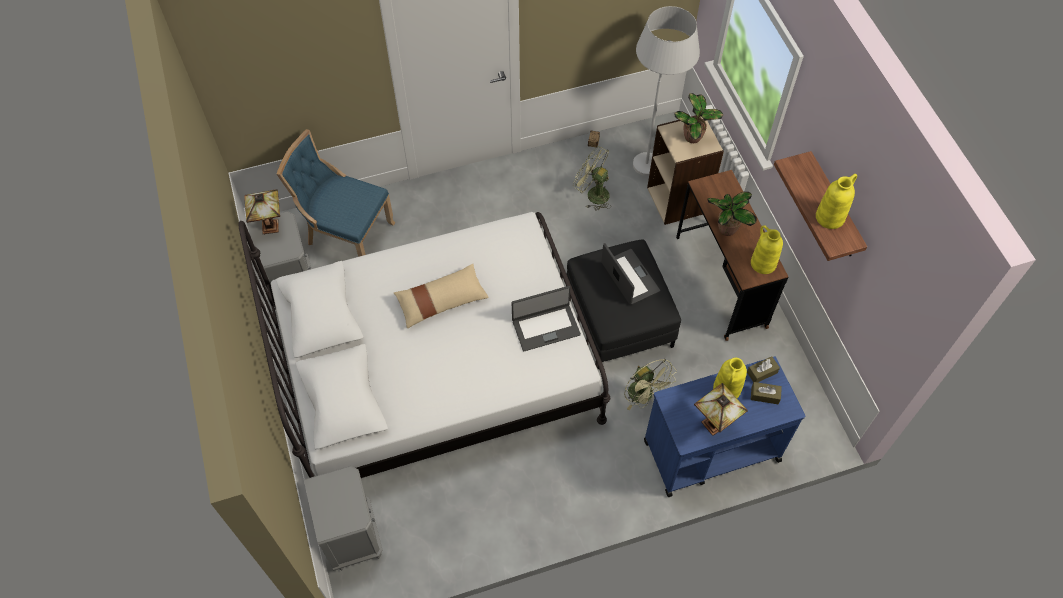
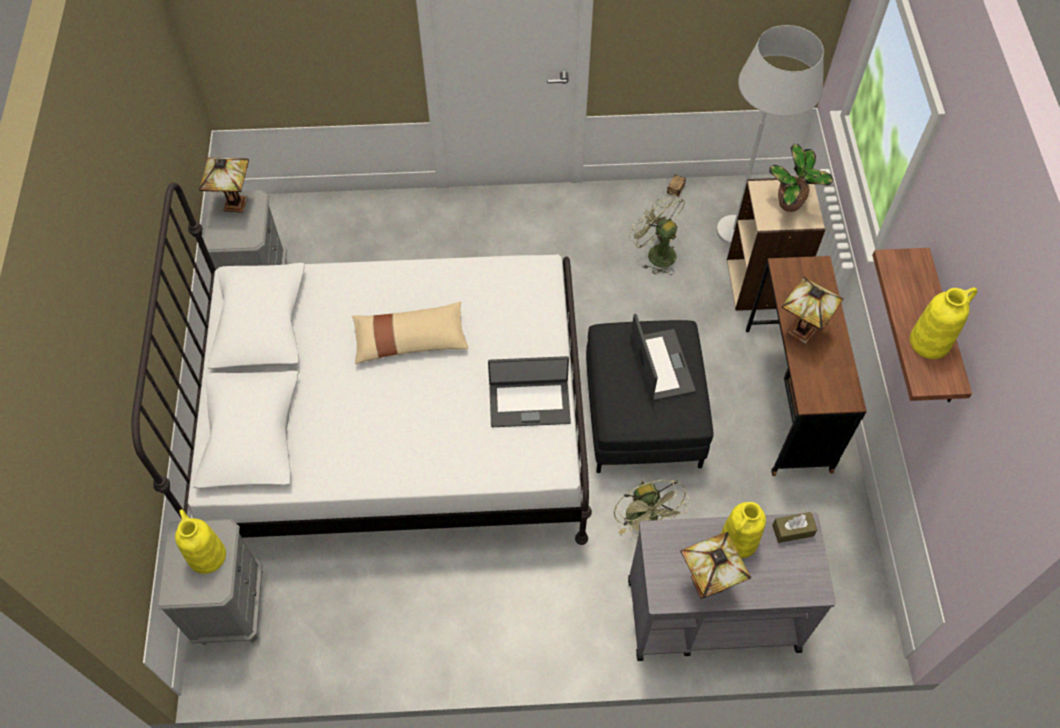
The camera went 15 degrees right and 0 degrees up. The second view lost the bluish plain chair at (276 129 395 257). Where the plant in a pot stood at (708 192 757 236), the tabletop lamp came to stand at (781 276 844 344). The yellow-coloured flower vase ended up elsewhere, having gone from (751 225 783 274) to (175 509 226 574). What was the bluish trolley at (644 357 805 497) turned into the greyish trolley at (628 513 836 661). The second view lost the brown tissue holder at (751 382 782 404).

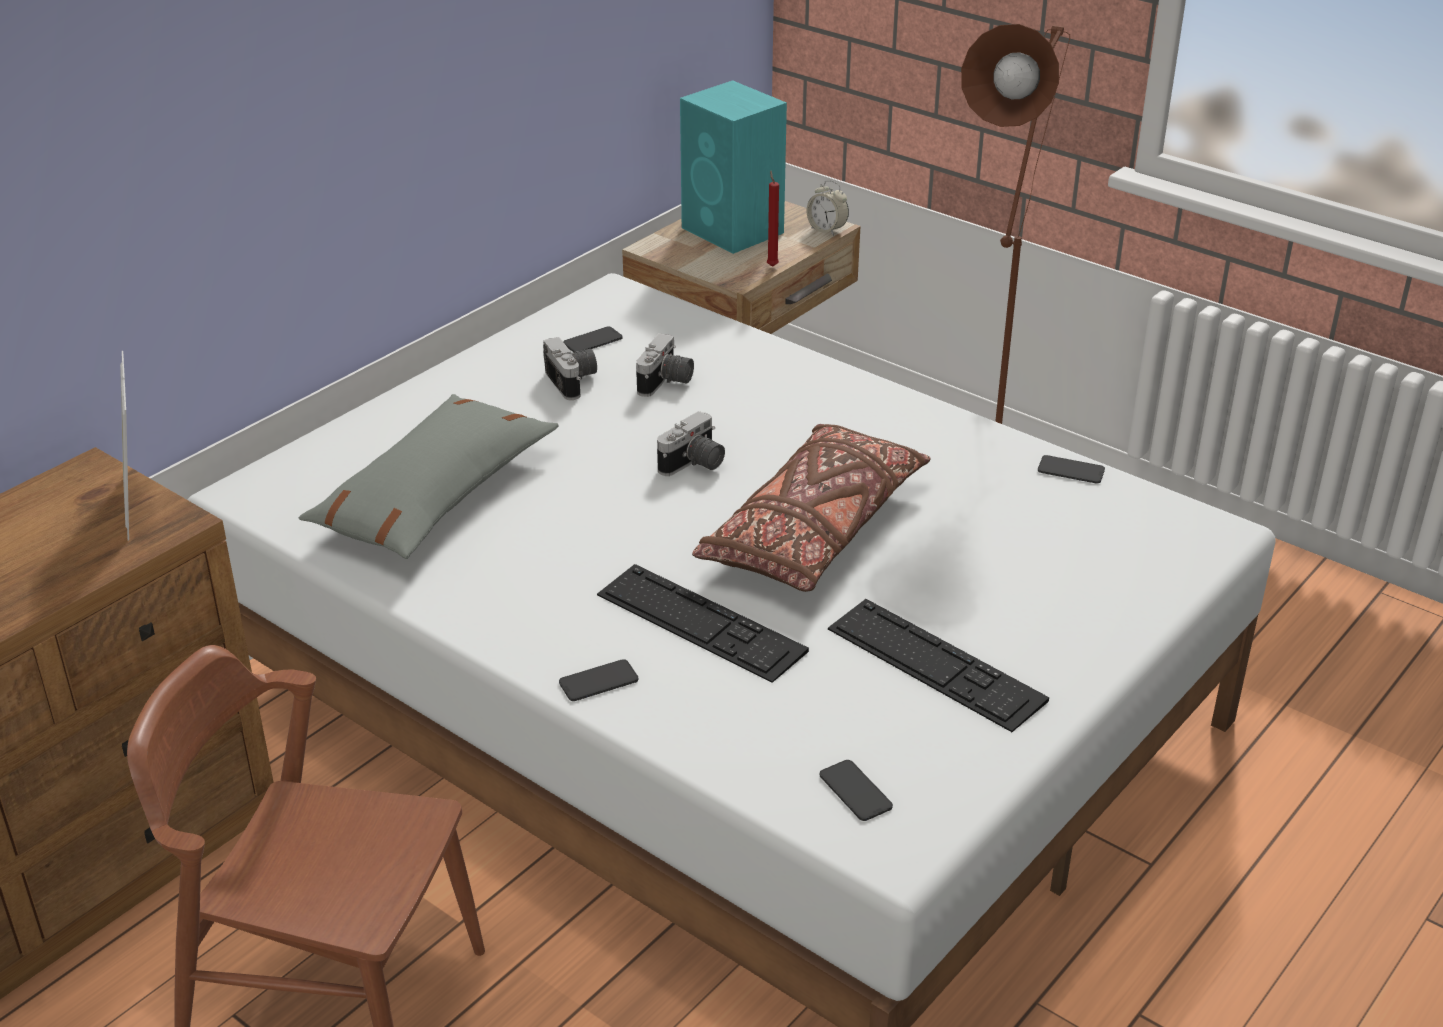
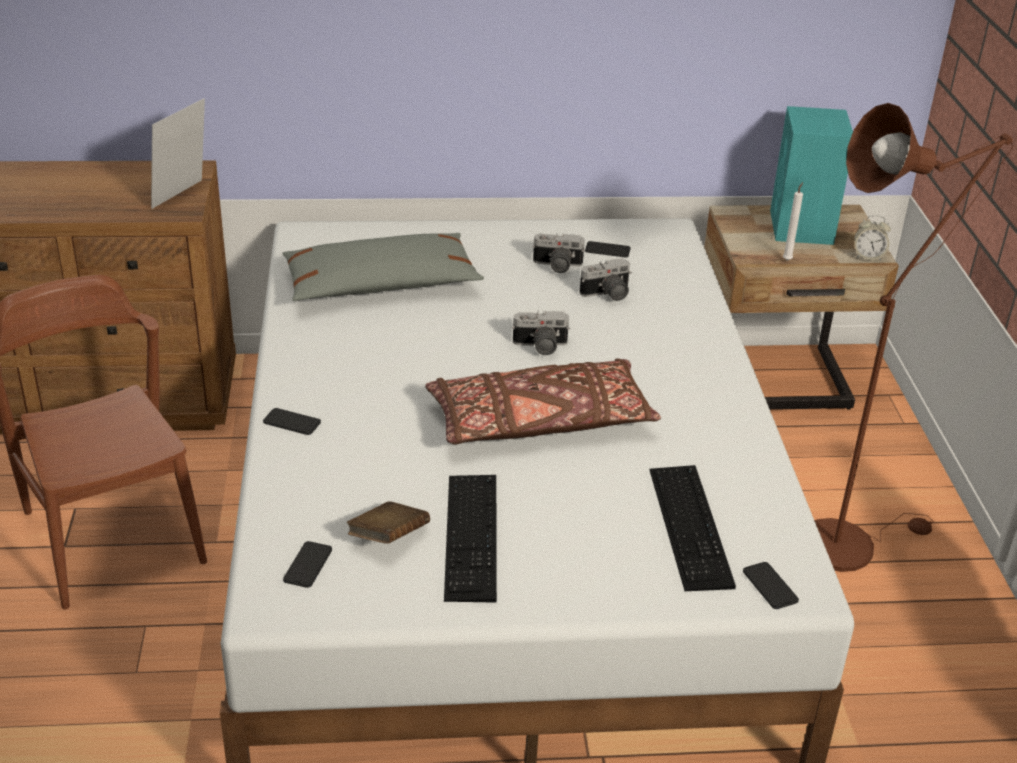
The camera went 45 degrees right and 0 degrees up. What was the red-coloured wax light at (767 170 779 267) turned into the white wax light at (783 182 803 261). The bedside clock at (806 180 849 236) ended up facing another way, 75 degrees counterclockwise from before. The photo camera at (543 337 597 400) ended up facing another way, 75 degrees clockwise from before. The phone ended up elsewhere, having gone from (1038 455 1105 484) to (743 562 799 609). The PC keyboard ended up elsewhere, having gone from (597 564 809 683) to (649 465 736 591). The second view gained the brown book at (347 501 430 544).

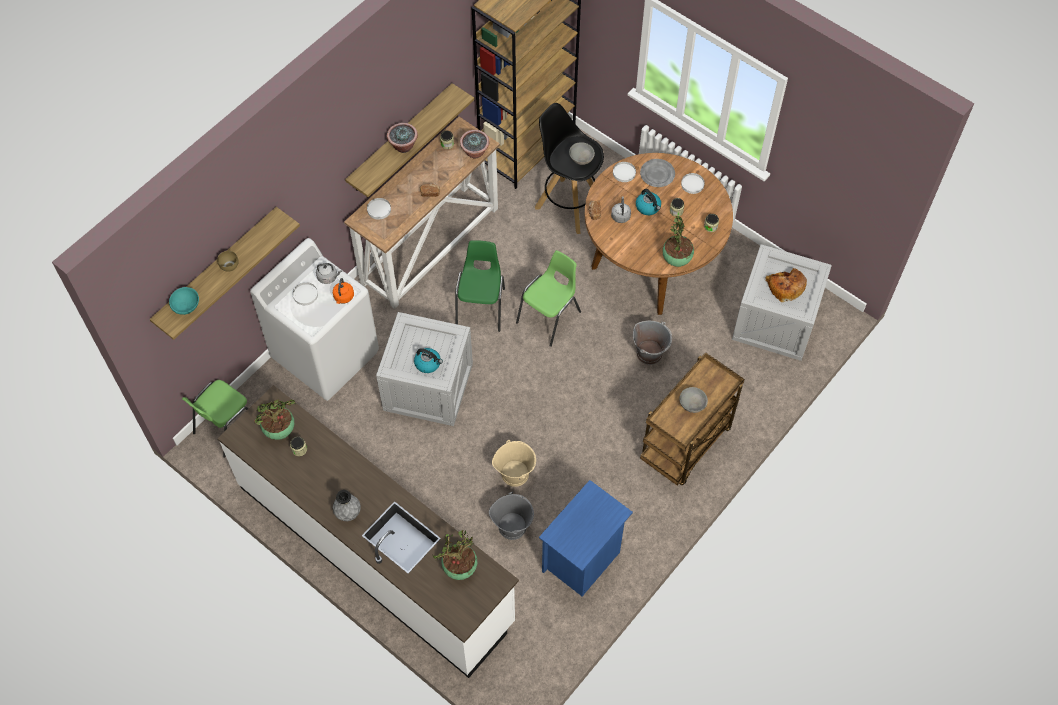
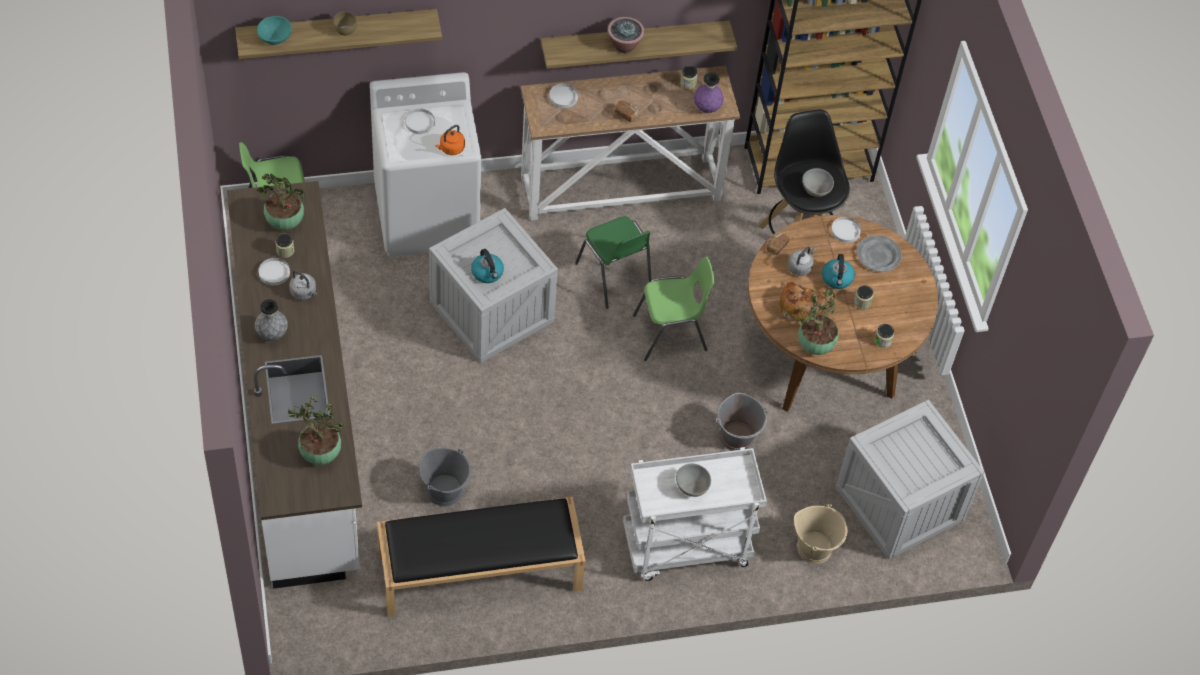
The camera went 35 degrees right and 5 degrees down. Where the plant in a pot stood at (460 130 489 159), the purple flower vase came to stand at (694 72 724 113). The white dinner plate ended up elsewhere, having gone from (681 173 705 194) to (259 258 290 285). The green-coloured plain chair at (455 240 505 332) ended up facing another way, 105 degrees clockwise from before. The greyish tea kettle ended up elsewhere, having gone from (316 263 342 284) to (289 270 317 300). The bread ended up elsewhere, having gone from (765 268 807 302) to (780 281 827 321). What was the brown trolley at (640 352 745 486) turned into the white trolley at (623 447 767 581). The sand-coloured water bucket ended up elsewhere, having gone from (492 440 536 487) to (794 504 847 564). Where the bluish nightstand stood at (539 480 633 596), the blackish indoor bench came to stand at (377 497 586 617).

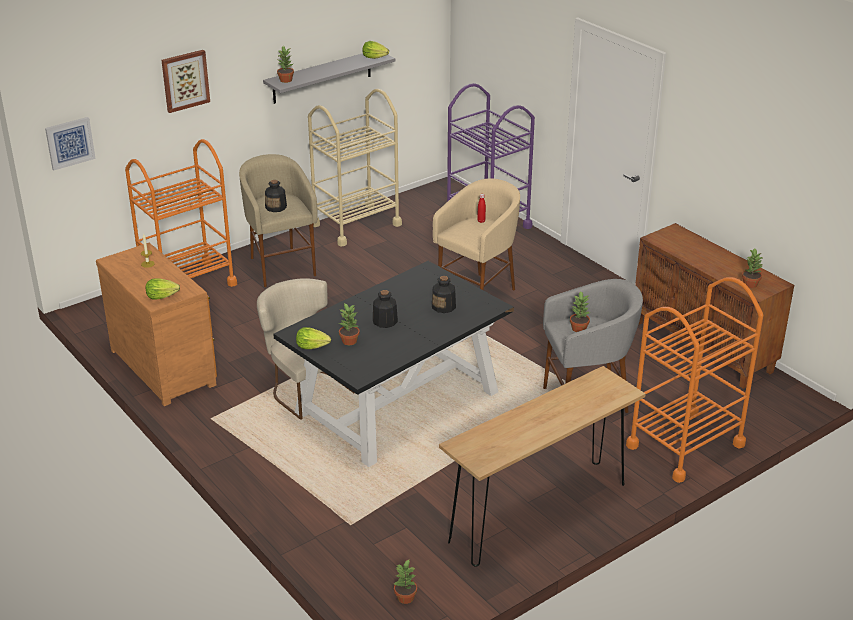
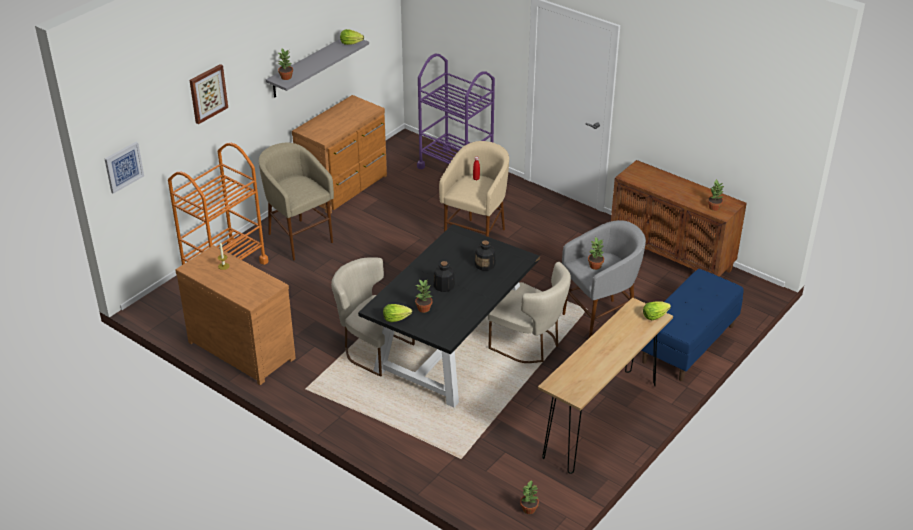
The camera went 15 degrees left and 5 degrees up. Where the sand-coloured trolley stood at (308 89 402 247), the brown chest of drawers came to stand at (292 95 387 213). The second view lost the drink bottle at (265 180 287 212). Where the orangey trolley stood at (626 277 763 483), the bluish indoor bench came to stand at (641 269 744 381). The lettuce ended up elsewhere, having gone from (146 278 180 300) to (643 301 671 320). The second view gained the sand-coloured plain chair at (488 262 571 363).

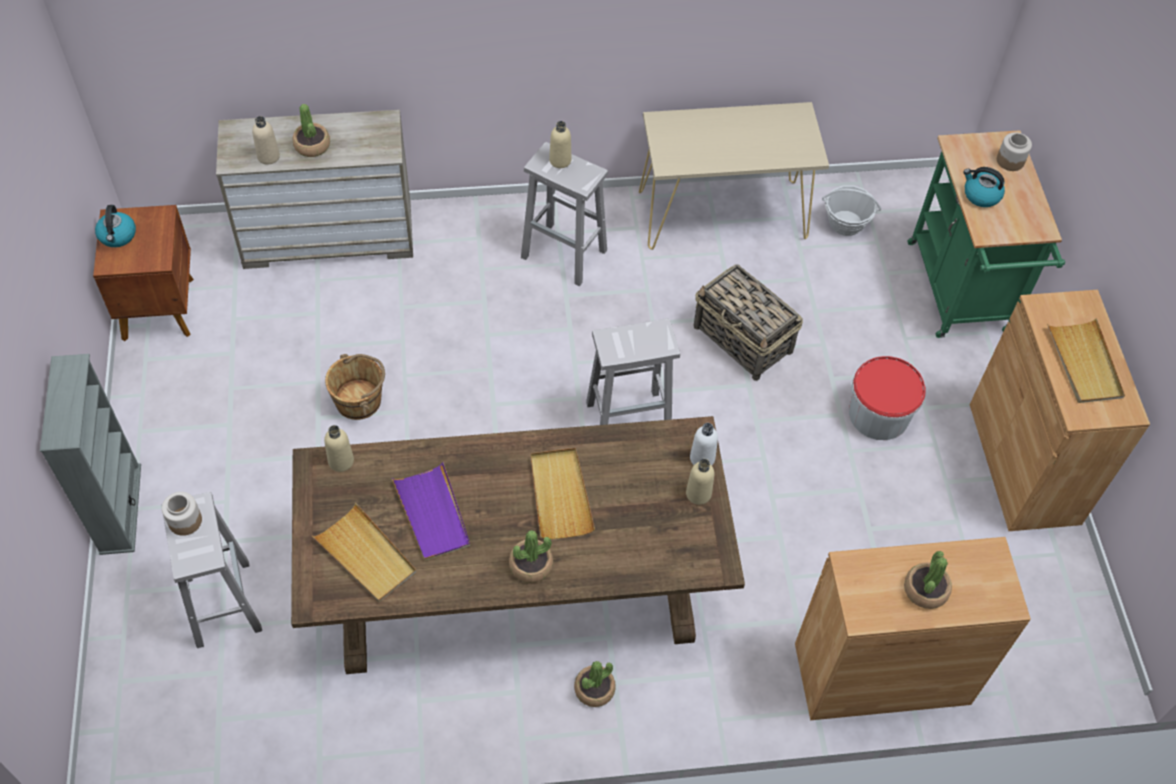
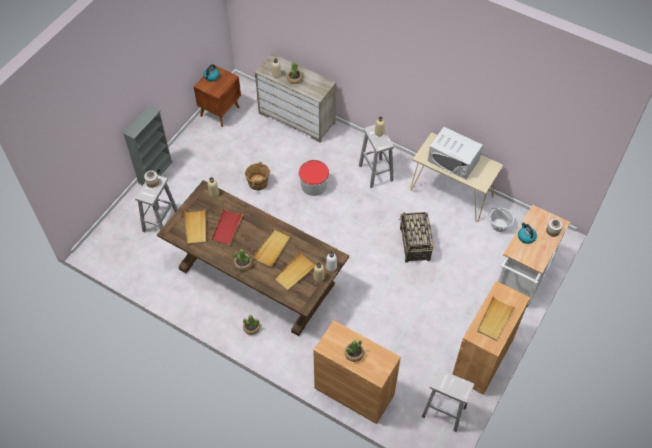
The camera went 40 degrees right and 0 degrees up. What was the green-coloured trolley at (907 130 1065 338) turned into the white trolley at (498 205 570 307). The white sitting stool ended up elsewhere, having gone from (586 318 680 425) to (422 368 474 432). The water bucket ended up elsewhere, having gone from (849 356 926 440) to (299 160 329 196). What was the purple serving tray at (392 462 470 561) turned into the red-coloured serving tray at (212 208 244 245). The second view gained the white kitchen microwave at (428 127 483 179). The second view gained the sand-coloured serving tray at (274 252 315 291).

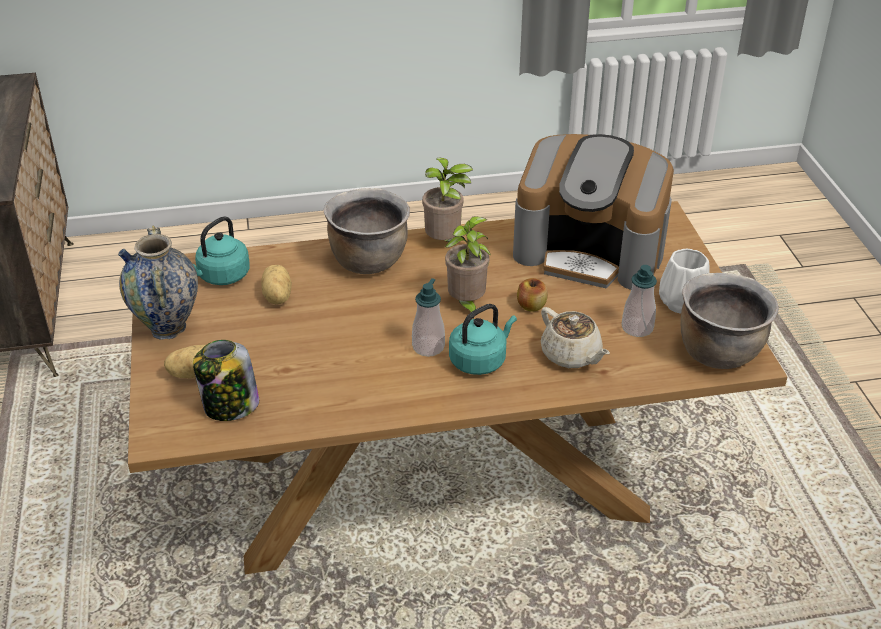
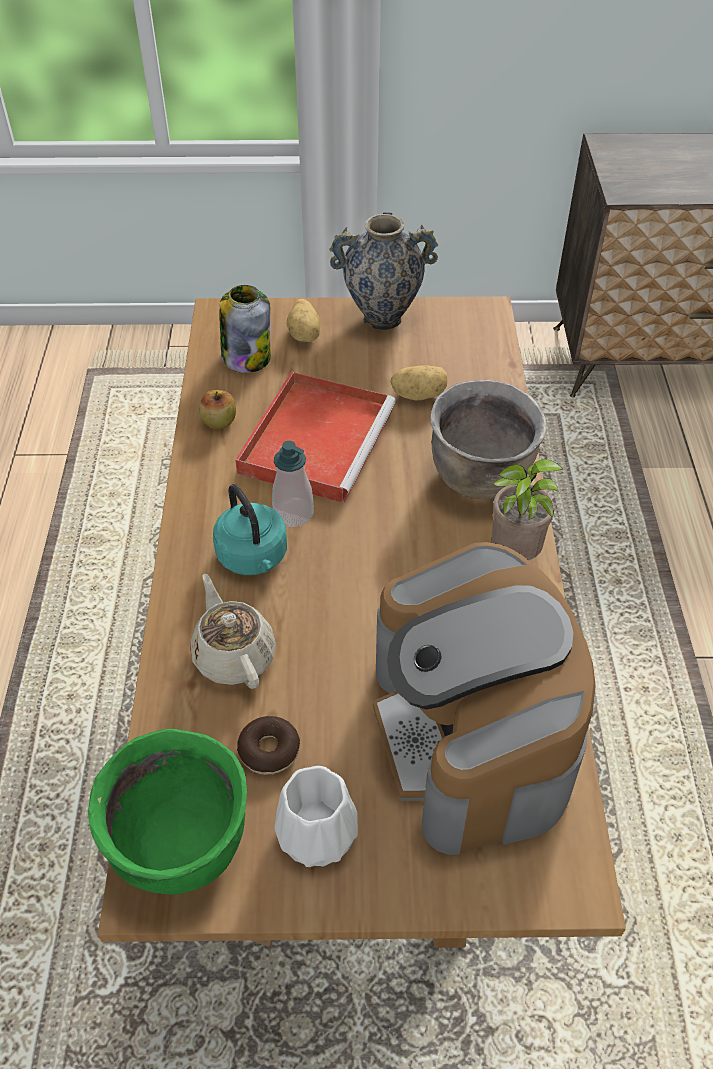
The camera went 100 degrees right and 10 degrees up. The coffee maker at (513 134 674 290) ended up facing another way, 45 degrees counterclockwise from before. The second view lost the blue-green tea kettle at (193 216 250 285). The second view lost the plant in a pot at (445 216 491 319). Where the liquid soap bottle stood at (622 265 657 337), the donut came to stand at (237 716 300 775). What was the brown saucepot at (681 273 779 369) turned into the green-coloured saucepot at (88 729 247 895). The apple fruit ended up elsewhere, having gone from (517 278 548 312) to (199 389 236 429). The sand-coloured pot for tea at (541 307 610 368) ended up facing another way, 90 degrees clockwise from before. The second view gained the red-coloured serving tray at (235 371 396 503).

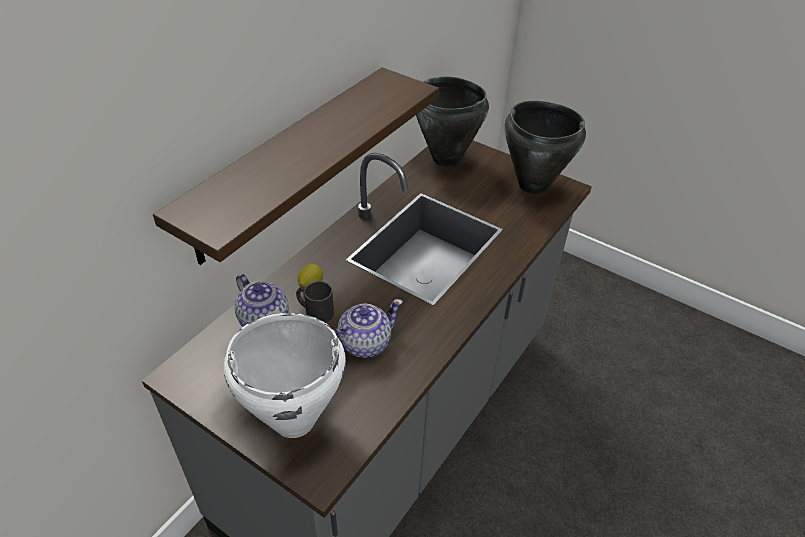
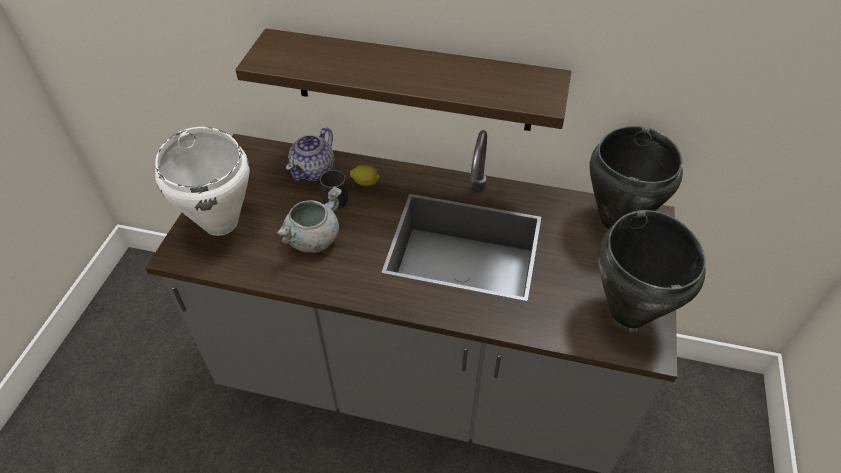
The camera went 70 degrees right and 5 degrees up. Where the pot for tea stood at (333 299 403 358), the greyish saucepot came to stand at (277 186 342 253).

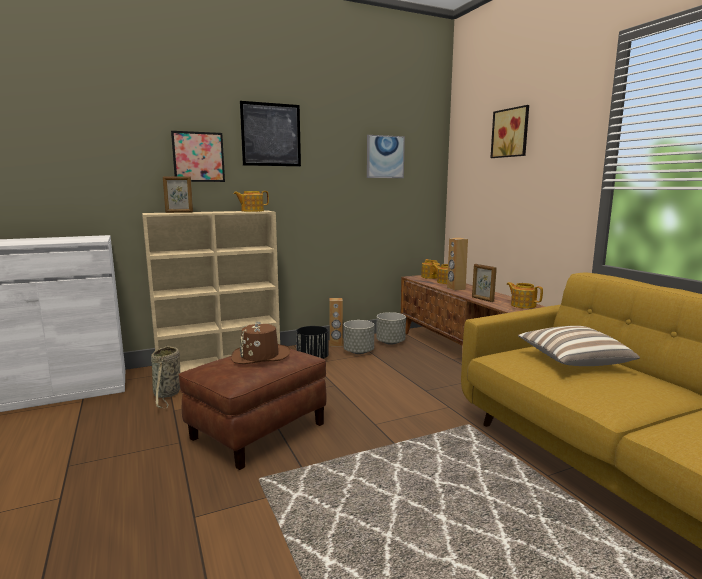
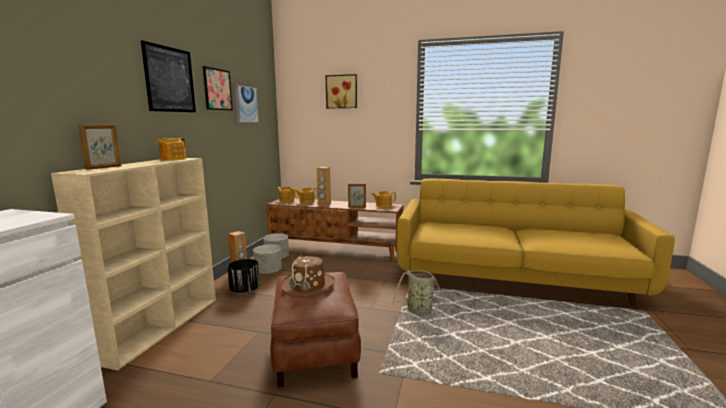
The camera went 50 degrees left and 0 degrees up. The wall picture ended up elsewhere, having gone from (171 131 225 182) to (203 66 233 111). The second view lost the cushion at (518 326 640 366). The household basket ended up elsewhere, having gone from (151 345 180 408) to (392 270 459 314).

